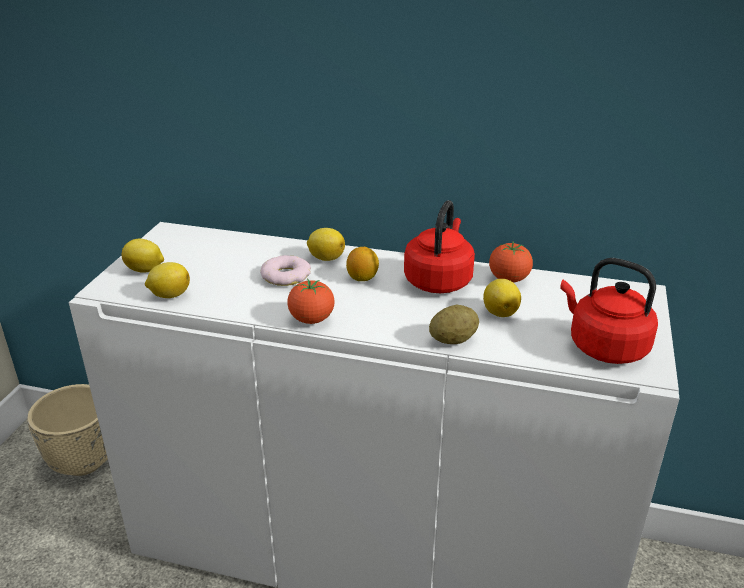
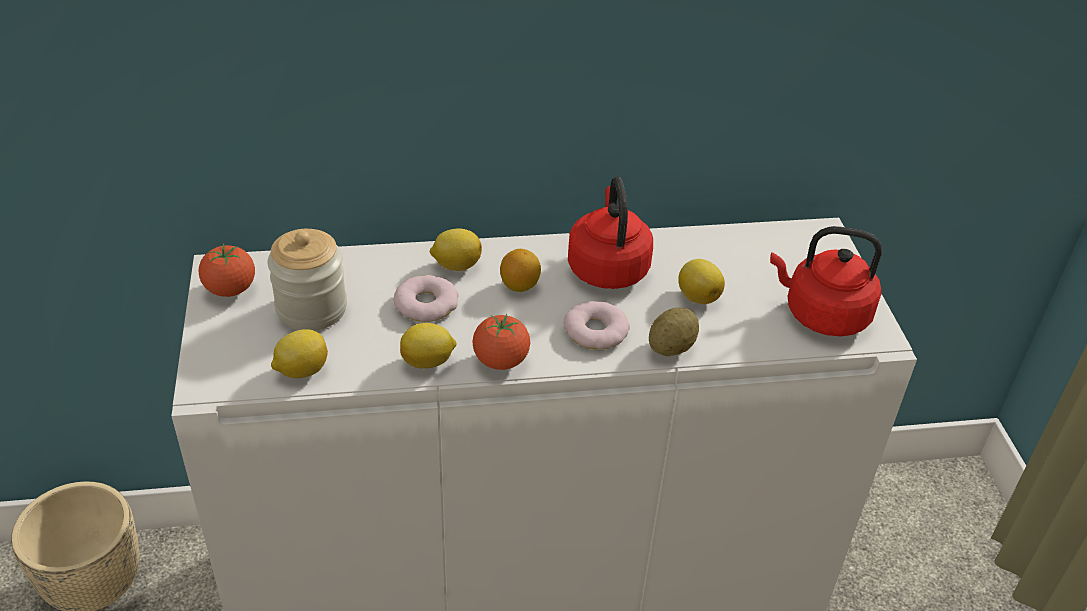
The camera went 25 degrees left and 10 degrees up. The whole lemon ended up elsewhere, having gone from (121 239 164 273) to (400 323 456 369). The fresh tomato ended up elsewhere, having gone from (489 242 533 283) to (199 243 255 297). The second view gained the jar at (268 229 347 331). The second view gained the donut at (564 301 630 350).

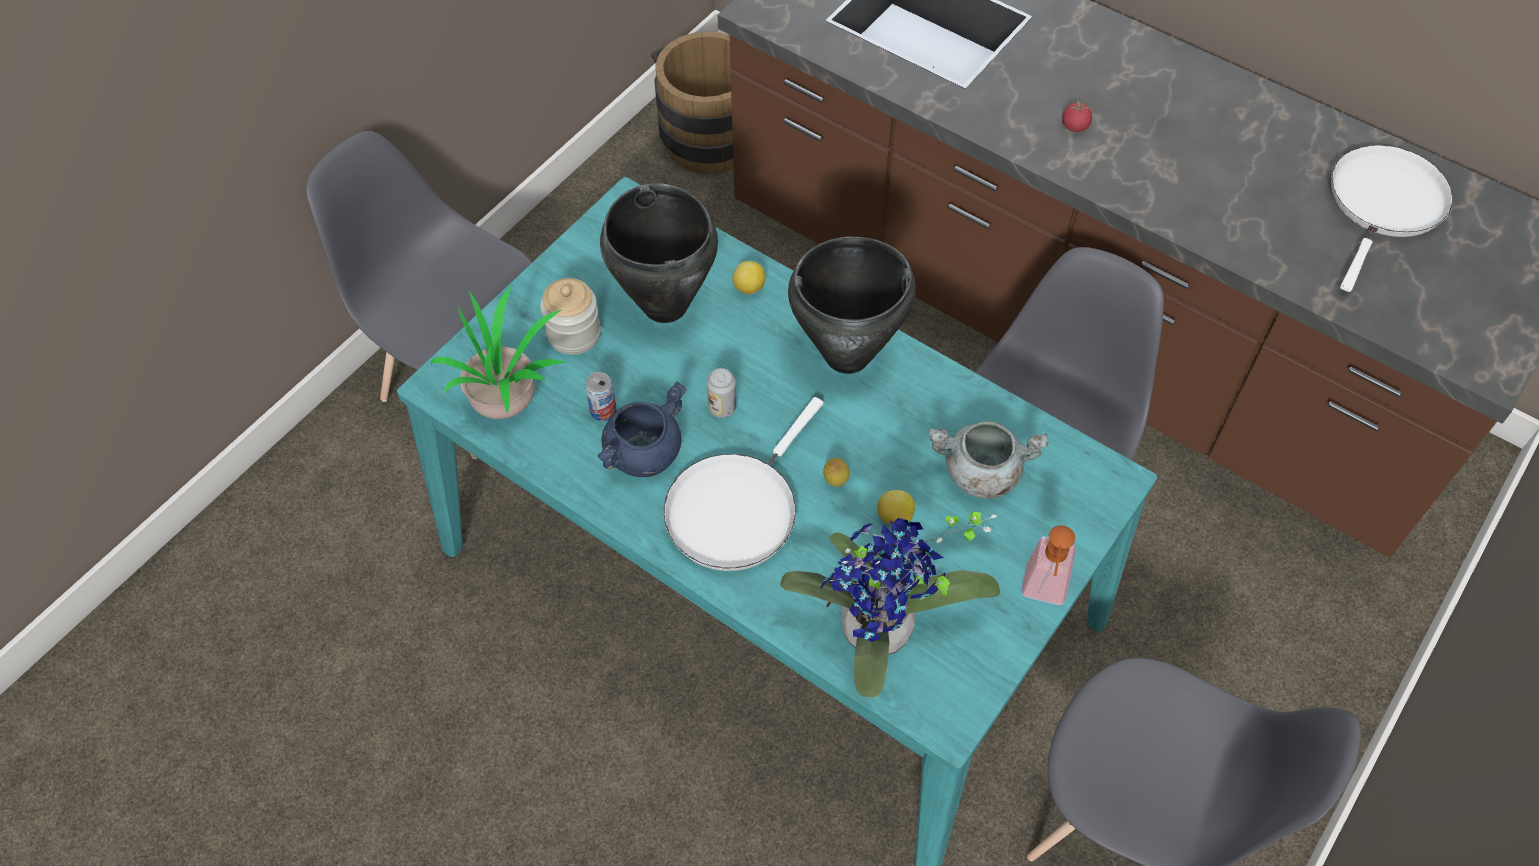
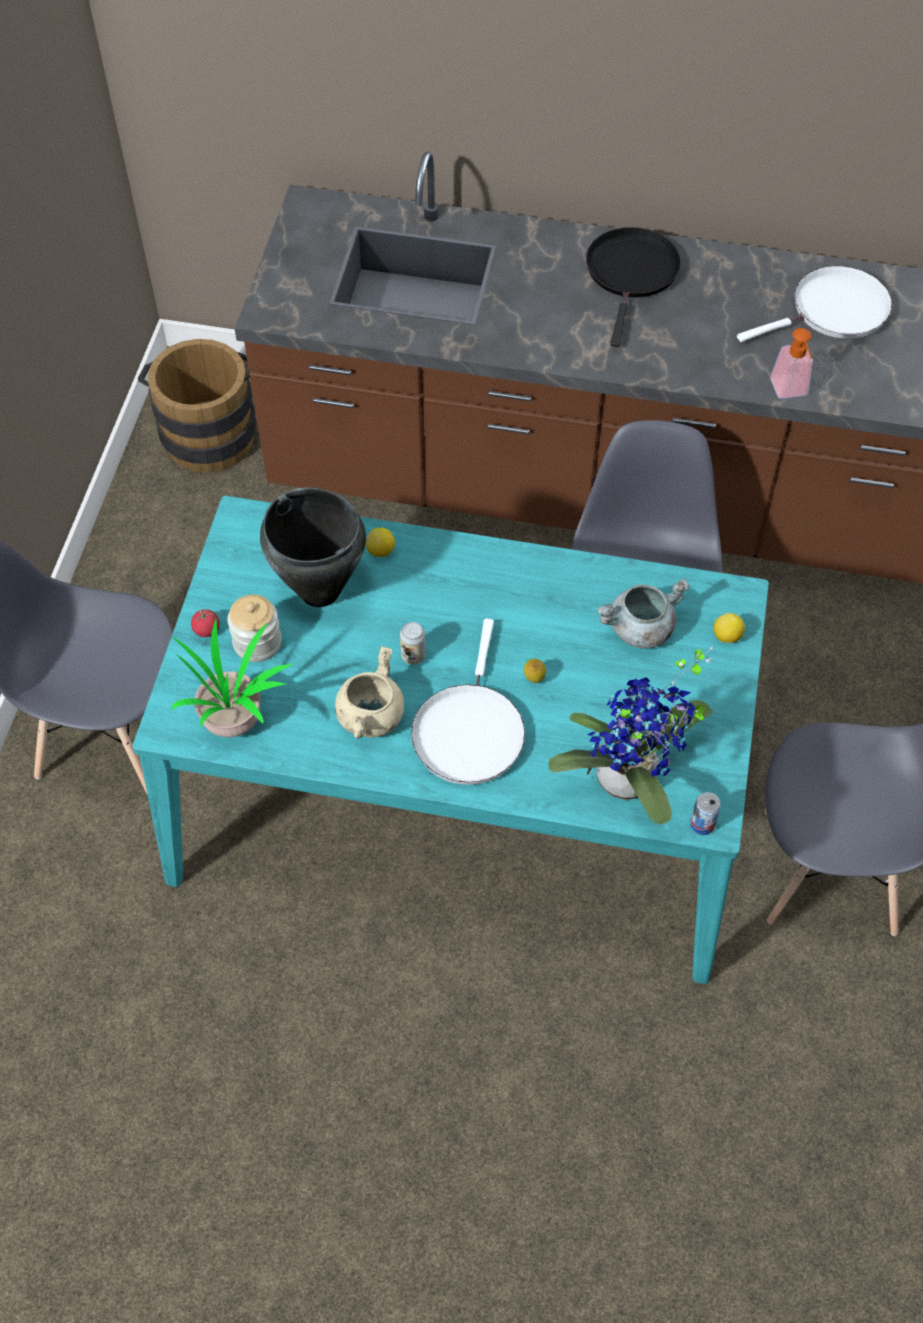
The camera went 25 degrees left and 0 degrees up. The fresh tomato ended up elsewhere, having gone from (1062 100 1092 132) to (191 609 220 637). The white frying pan at (1331 145 1453 292) ended up facing another way, 60 degrees clockwise from before. The second view lost the blackish saucepot at (788 237 916 374). The can ended up elsewhere, having gone from (585 372 617 421) to (690 792 721 835). What was the bluish saucepot at (597 381 686 477) turned into the sand-coloured saucepot at (335 646 404 738). The whole lemon ended up elsewhere, having gone from (877 490 915 525) to (714 613 745 643). The liquid soap bottle ended up elsewhere, having gone from (1021 525 1076 605) to (770 328 813 399). The second view gained the blackish frying pan at (586 227 681 347).

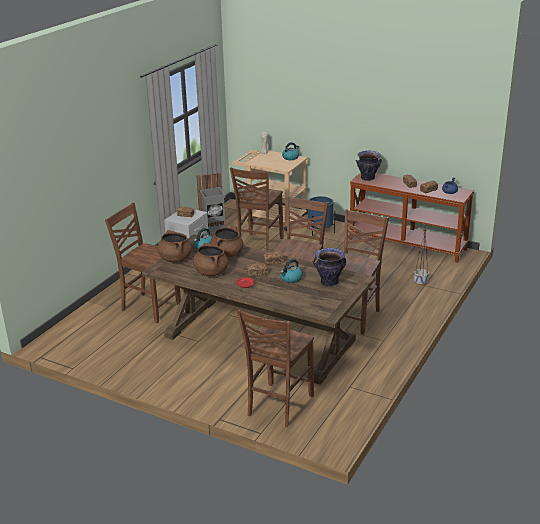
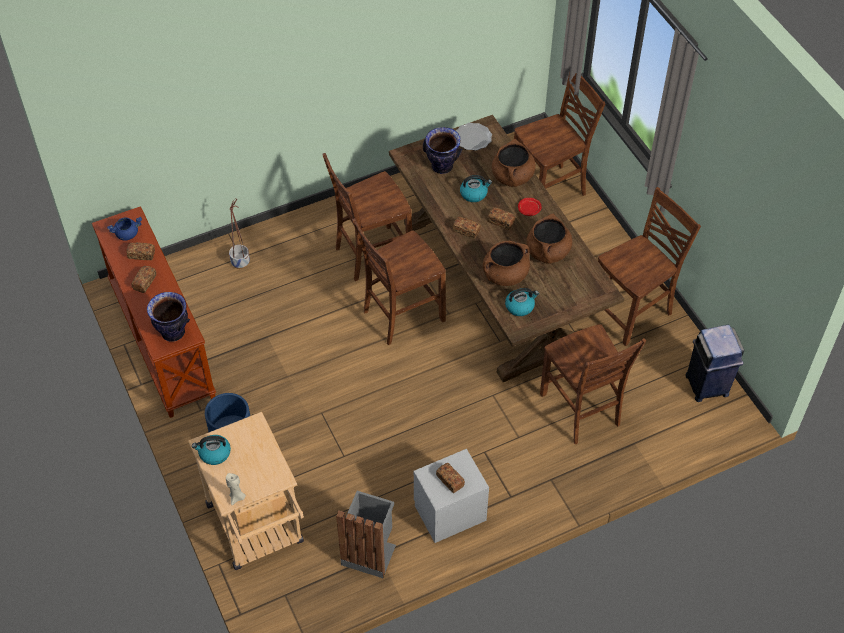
The camera went 145 degrees left and 25 degrees up. The brown plain chair ended up elsewhere, having gone from (230 168 284 252) to (598 187 701 346). The brown saucepot ended up elsewhere, having gone from (157 230 192 262) to (492 139 536 187). The second view gained the dinner plate at (456 123 492 151). The second view gained the bluish trash can at (685 325 744 402).

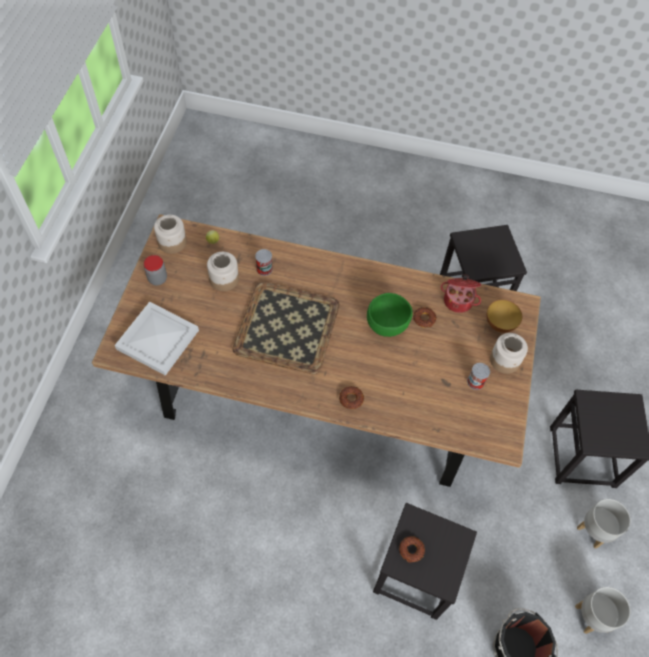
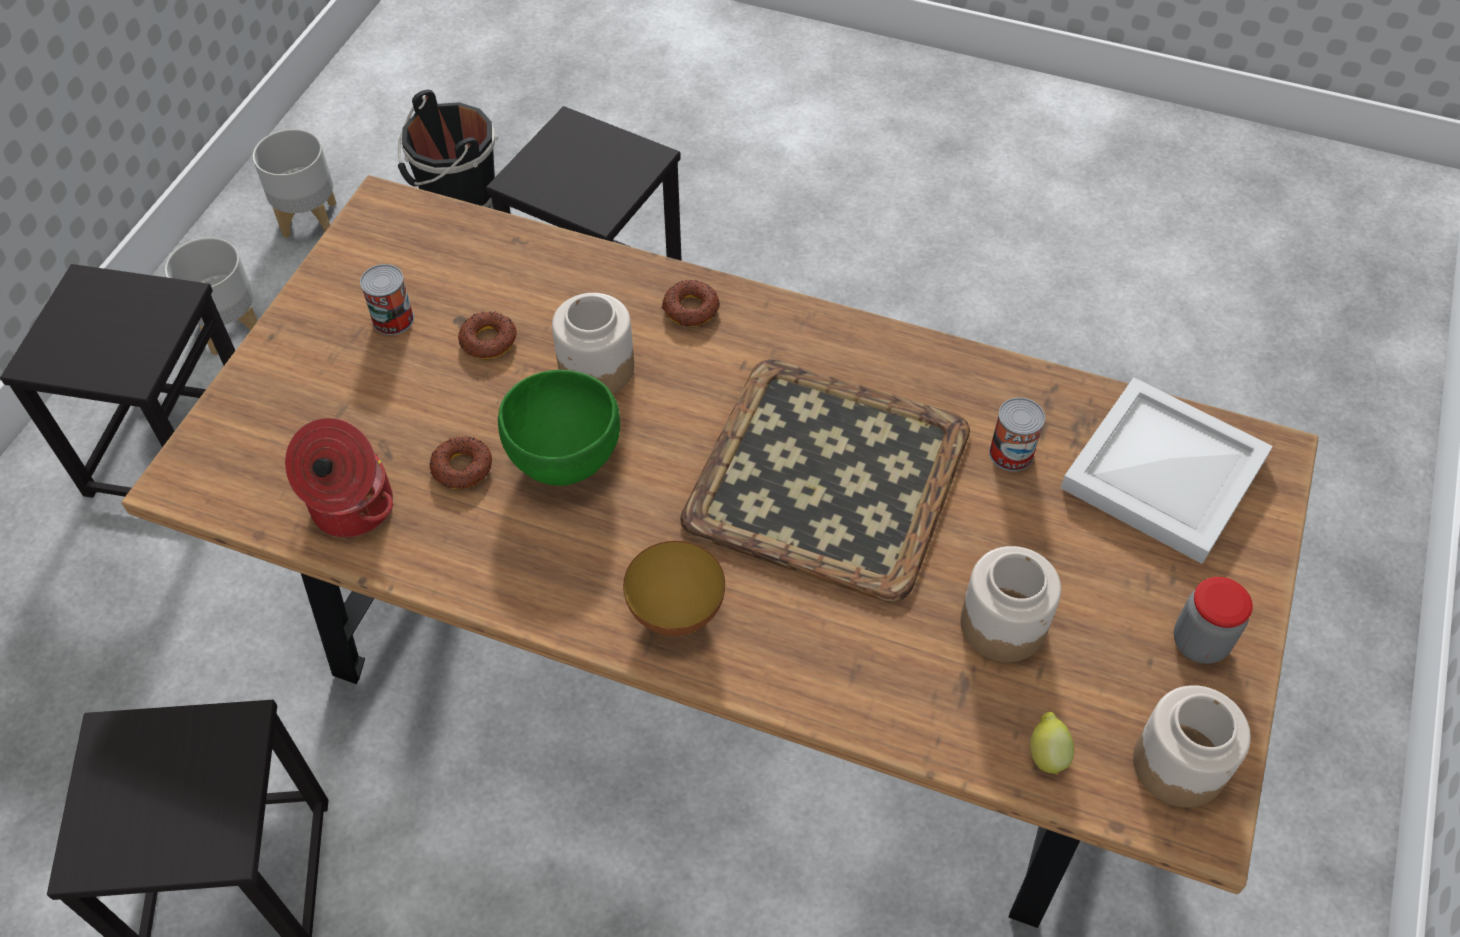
The camera went 170 degrees left and 5 degrees down. The can ended up elsewhere, having gone from (255 249 273 276) to (989 397 1045 471). The serving bowl ended up elsewhere, having gone from (487 300 522 333) to (623 541 725 636). The jar ended up elsewhere, having gone from (490 333 528 374) to (552 293 634 394). The donut ended up elsewhere, having gone from (399 536 425 563) to (458 311 517 359).

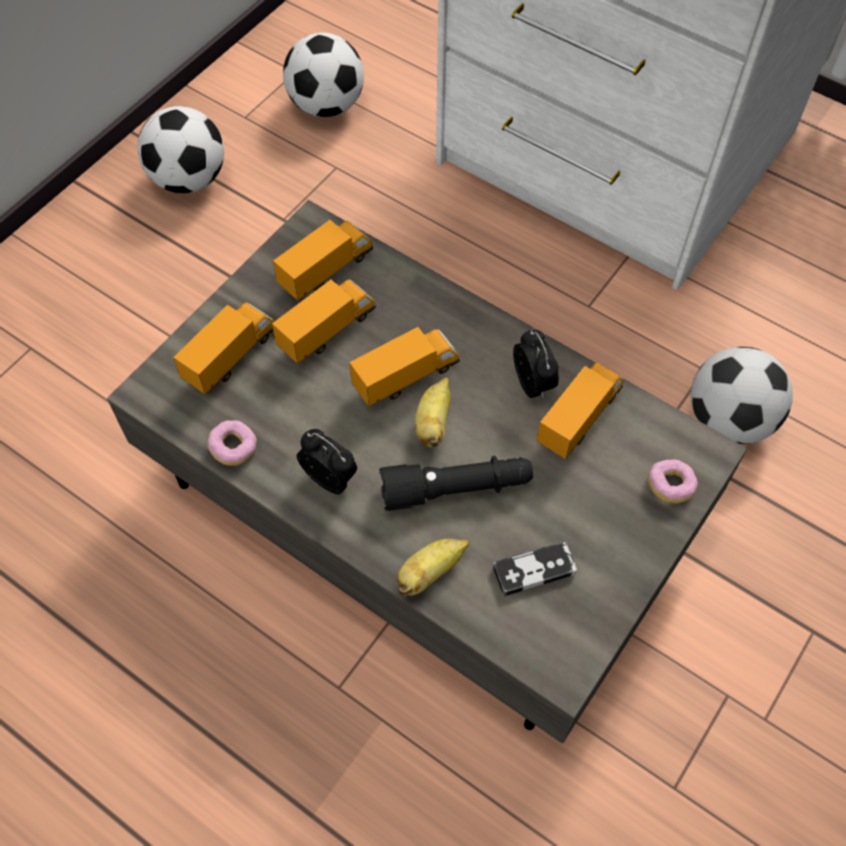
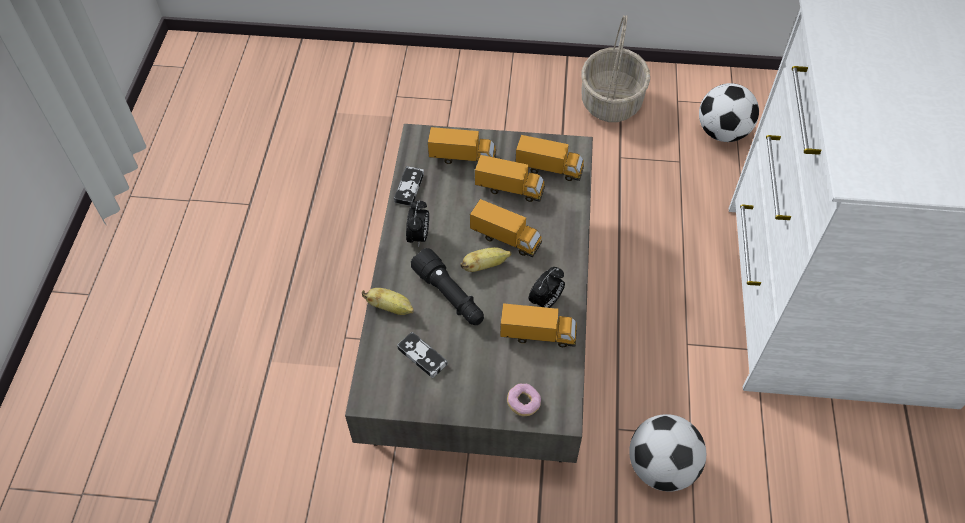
The camera went 60 degrees right and 5 degrees down. Where the football ball stood at (137 106 224 193), the household basket came to stand at (581 15 650 122). Where the donut stood at (207 420 257 466), the joypad came to stand at (394 166 424 206).

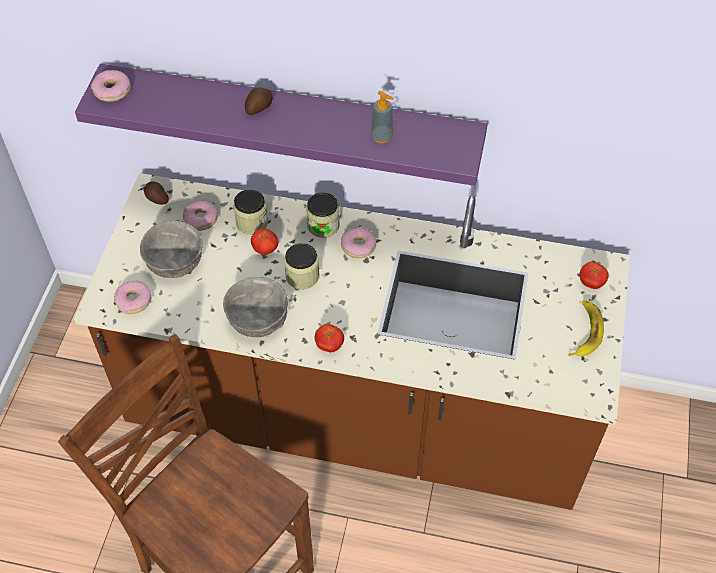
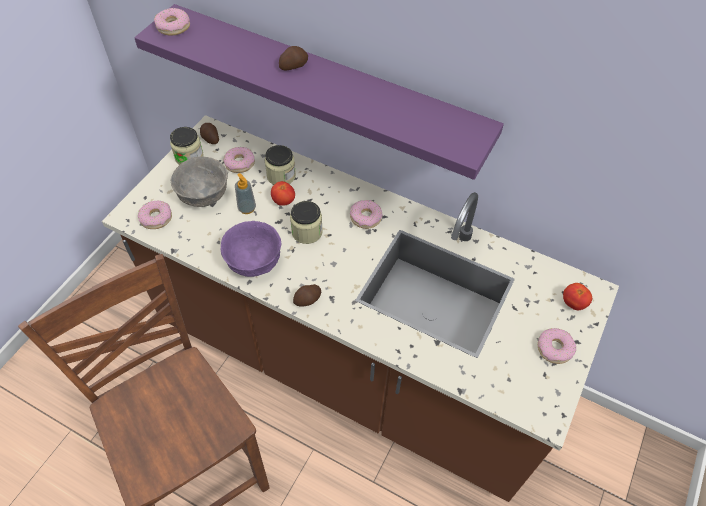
The camera went 15 degrees right and 0 degrees up. The liquid soap bottle ended up elsewhere, having gone from (371 91 394 143) to (235 173 256 214). The jar ended up elsewhere, having gone from (306 193 340 238) to (170 127 204 165). What was the greyish serving bowl at (223 277 288 337) turned into the purple serving bowl at (221 221 281 277). Where the banana fruit stood at (569 300 604 356), the donut came to stand at (538 328 576 364). Where the fresh tomato stood at (314 324 344 352), the potato came to stand at (293 284 321 307).

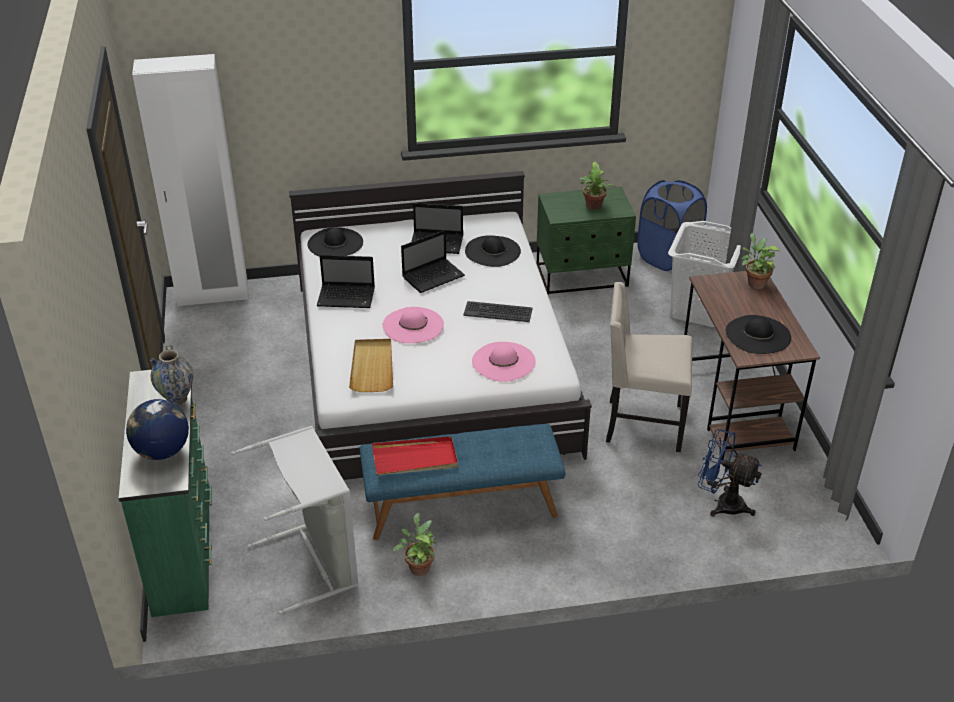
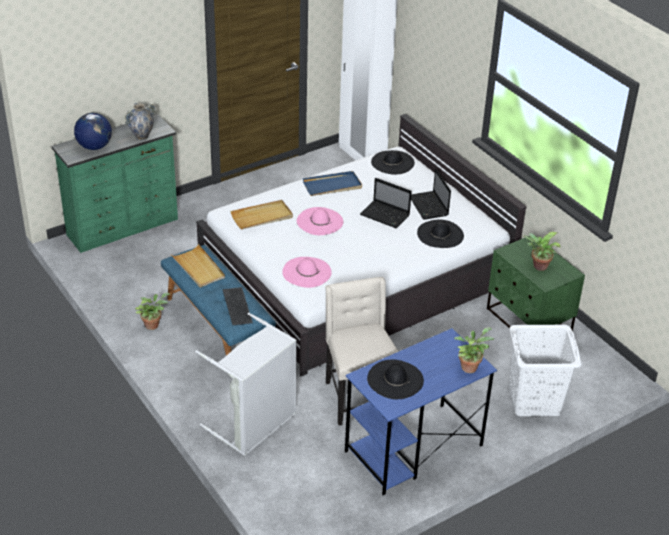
The camera went 65 degrees right and 0 degrees up. The second view lost the bluish laundry basket at (637 180 707 271). Where the notebook computer stood at (317 255 375 308), the bluish serving tray came to stand at (303 171 362 196). What was the brown desk unit at (684 271 820 460) turned into the bluish desk unit at (345 328 497 495). The PC keyboard ended up elsewhere, having gone from (463 301 533 322) to (223 287 253 325). The greyish laundry basket ended up elsewhere, having gone from (231 426 359 614) to (195 313 297 456). The second view lost the bluish electric fan at (698 429 762 517). What was the red-coloured serving tray at (372 436 458 475) turned into the sand-coloured serving tray at (171 244 225 288).

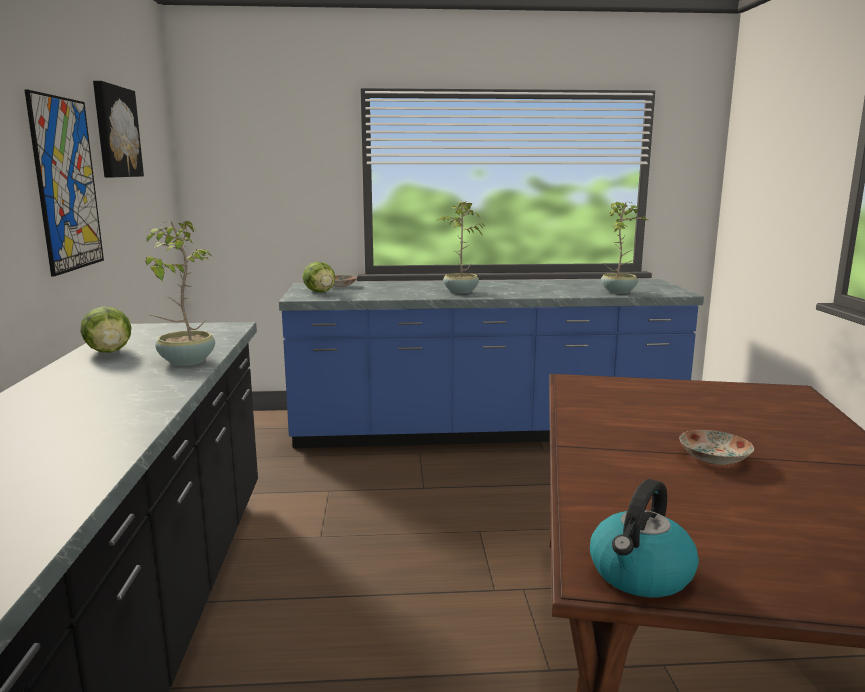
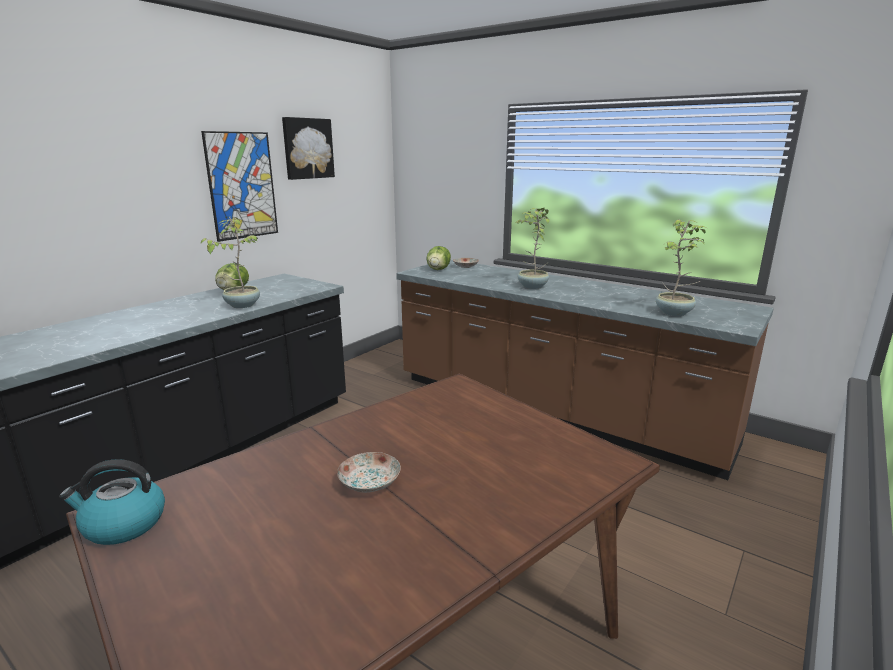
The camera went 40 degrees right and 5 degrees up. What was the bluish kitchen counter at (279 279 704 448) turned into the brown kitchen counter at (396 260 774 480).

